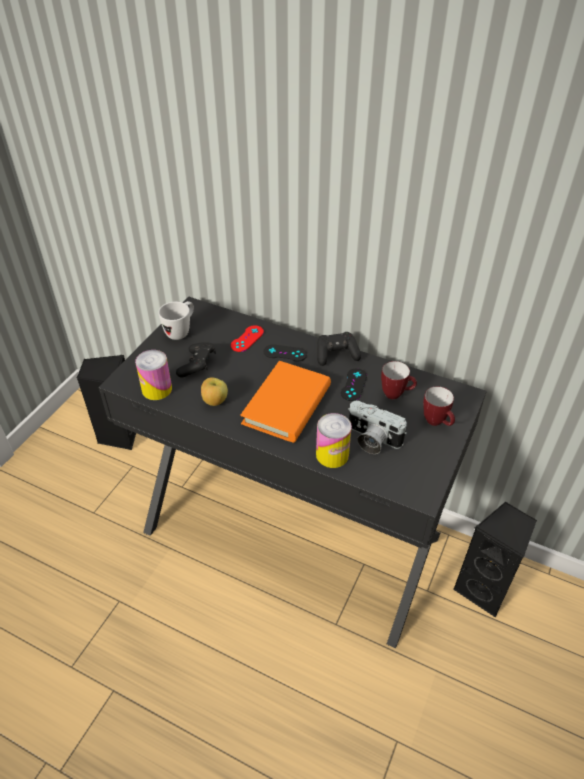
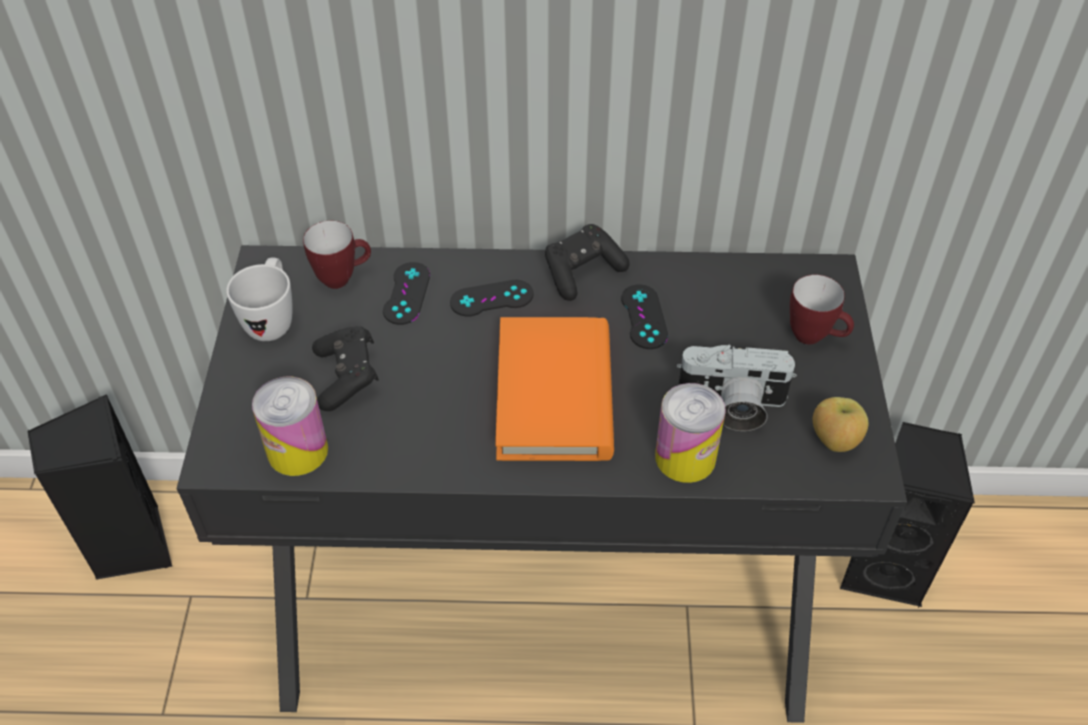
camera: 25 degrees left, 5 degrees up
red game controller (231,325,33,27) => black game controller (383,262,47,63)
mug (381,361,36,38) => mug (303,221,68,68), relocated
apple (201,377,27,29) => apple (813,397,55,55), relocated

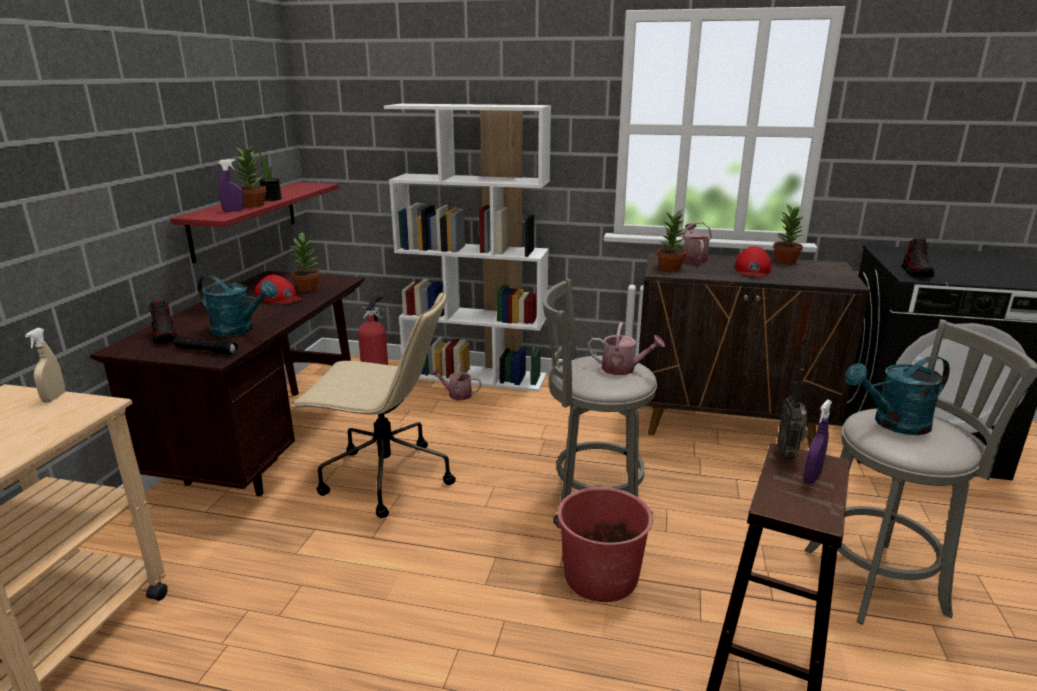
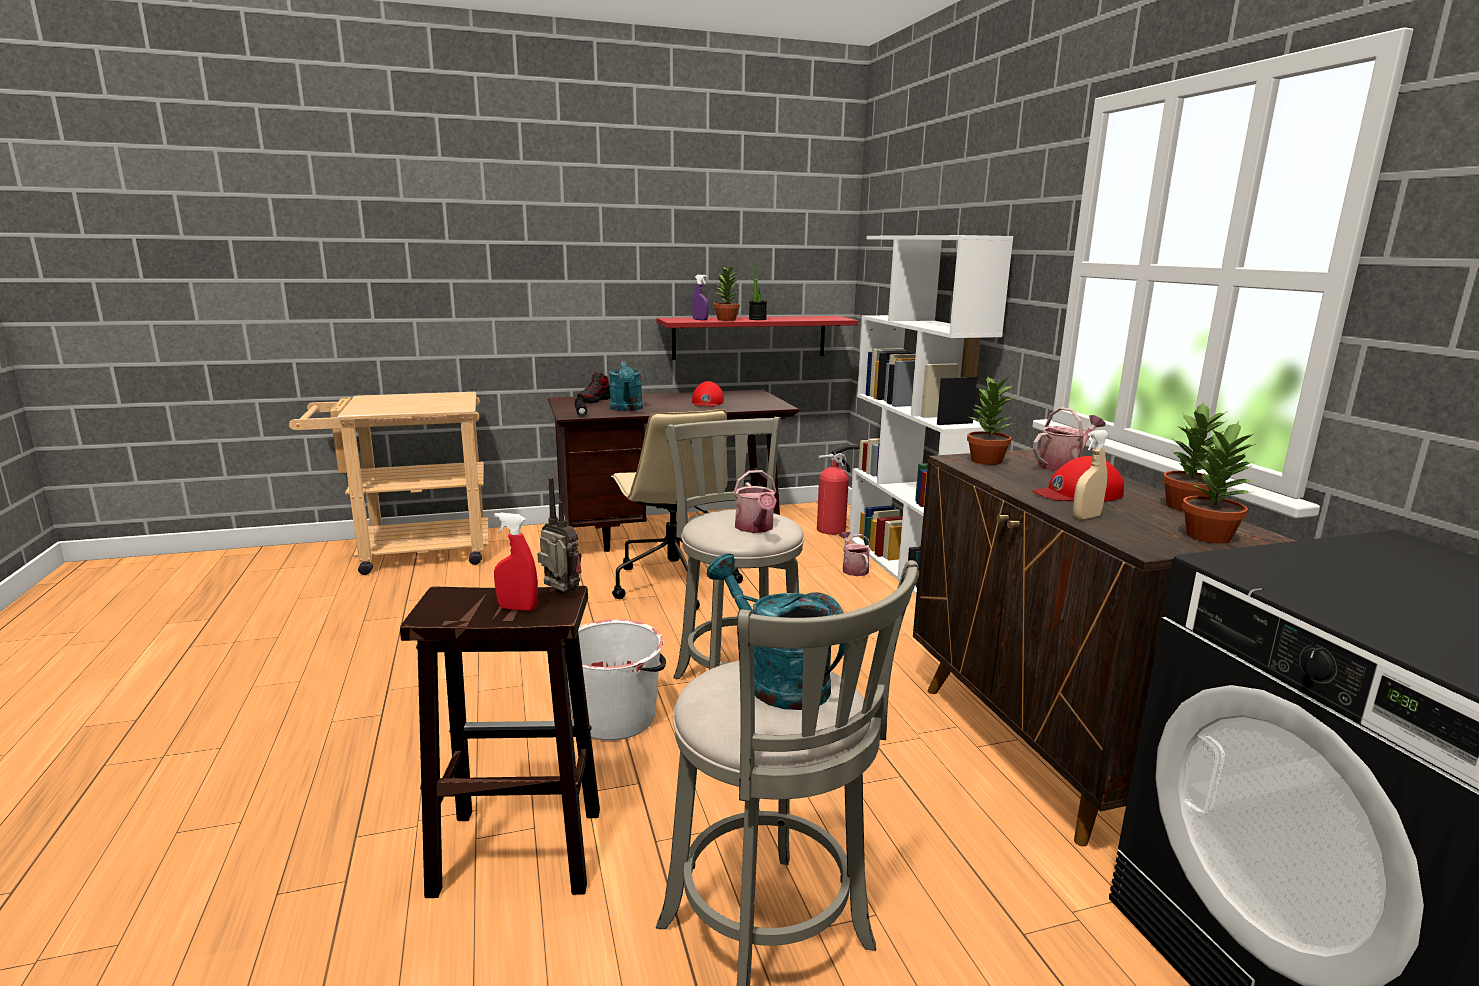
camera: 60 degrees right, 5 degrees down
potted plant (290,232,30,60) => potted plant (1182,421,74,123), relocated
shoe (902,238,32,40) => nothing
beige spray bottle (25,328,40,74) => beige spray bottle (1073,430,36,89), relocated
radio (777,368,32,91) => radio (537,477,45,117), 60 degrees clockwise
purple spray bottle (803,399,29,84) => red spray bottle (494,513,44,98)
red bucket (553,487,100,115) => white bucket (566,619,100,122)

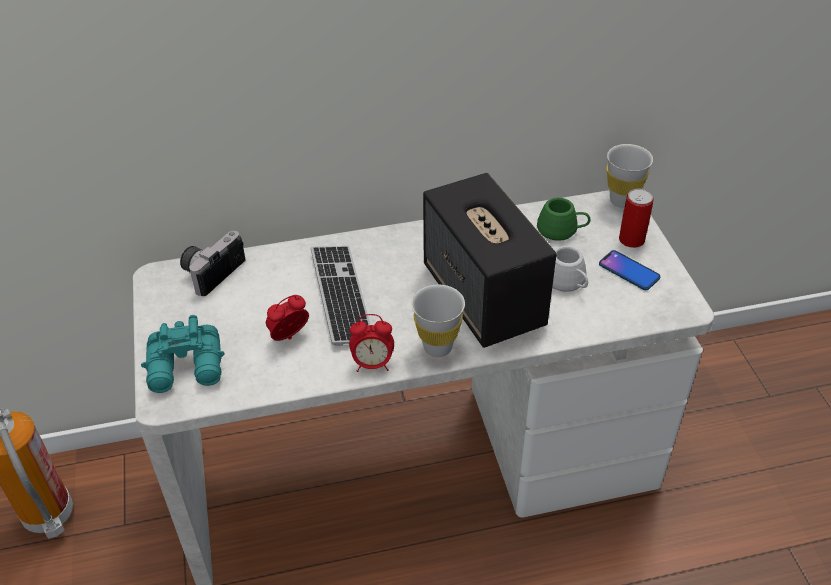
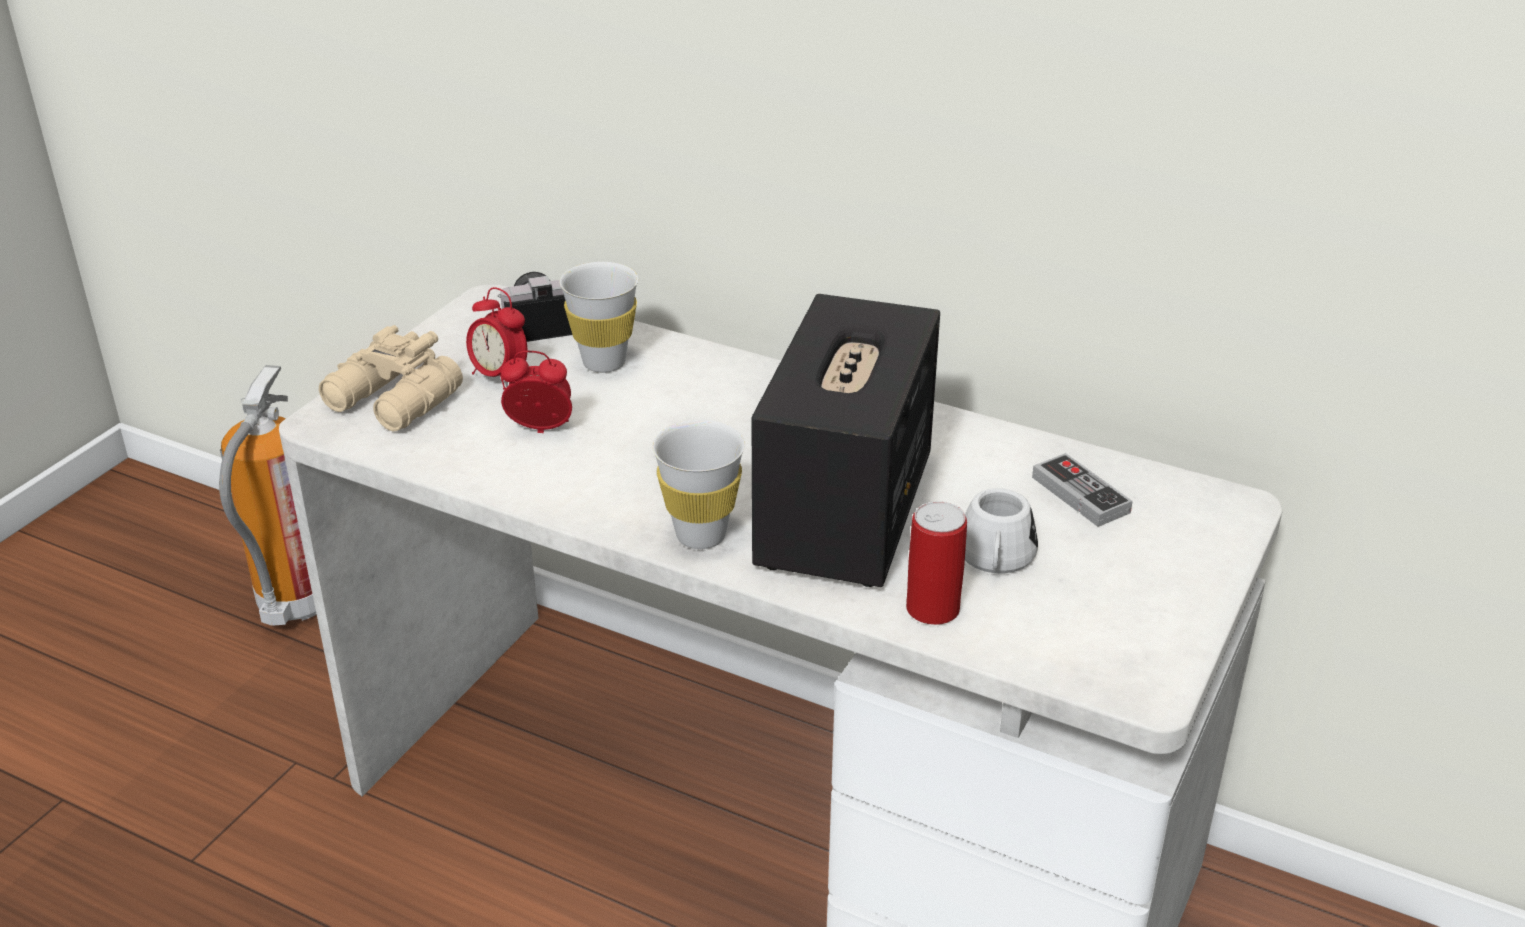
camera: 40 degrees right, 10 degrees down
white cup (607,144,46,64) => white cup (560,262,78,111), relocated
can (619,189,35,59) => can (906,501,61,124), relocated
green mug (537,198,53,43) => game controller (1032,453,101,74)
keyboard (311,246,59,100) => nothing
phone (599,250,62,40) => nothing
alarm clock (349,314,45,58) => alarm clock (466,287,61,102), relocated
turquoise binoculars (141,315,83,78) => beige binoculars (319,325,144,106)

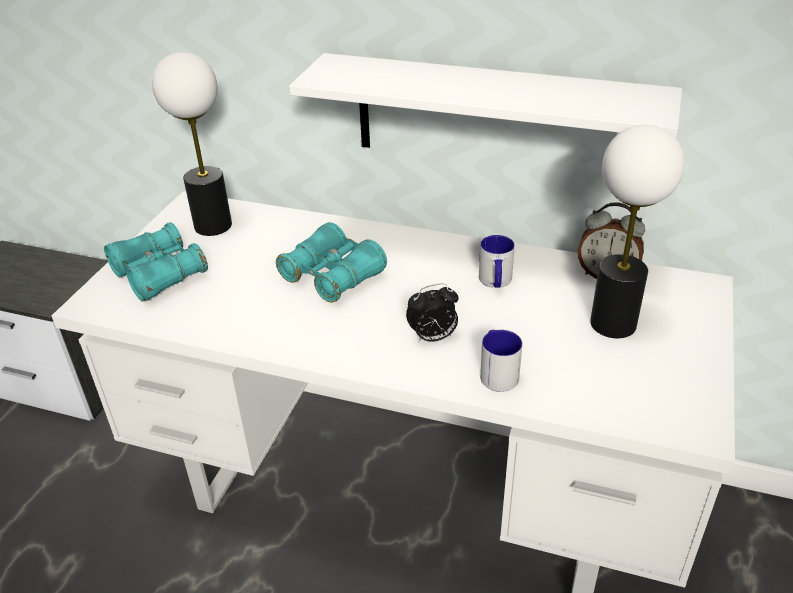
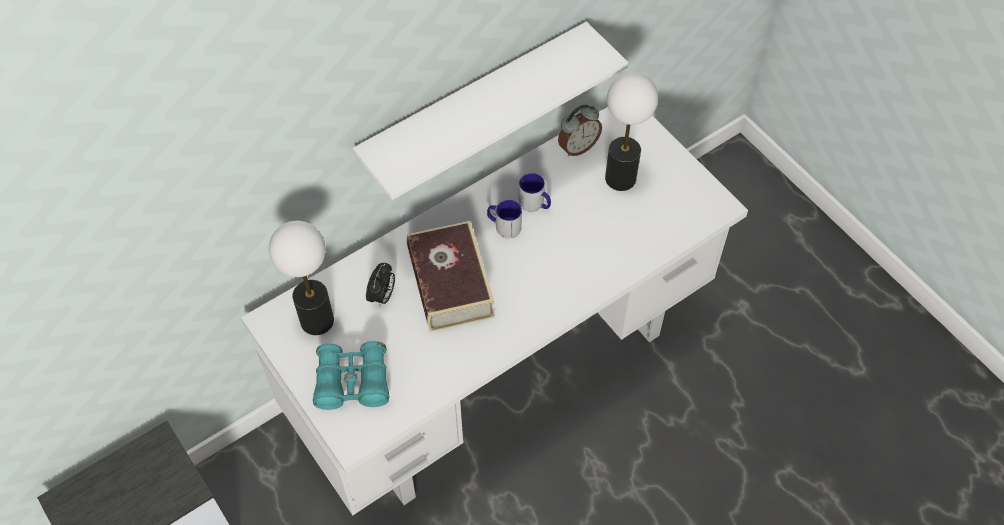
camera: 55 degrees left, 20 degrees up
turquoise binoculars (276,222,111,81) => book (407,221,88,111)
alarm clock (406,283,53,60) => alarm clock (366,263,29,44), relocated
mug (480,330,43,62) => mug (487,200,35,38), relocated

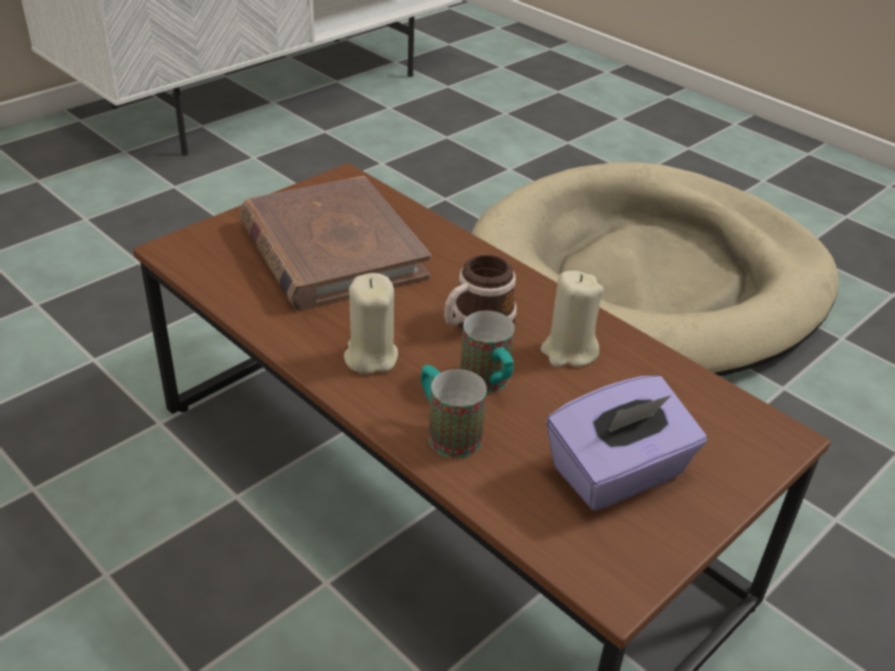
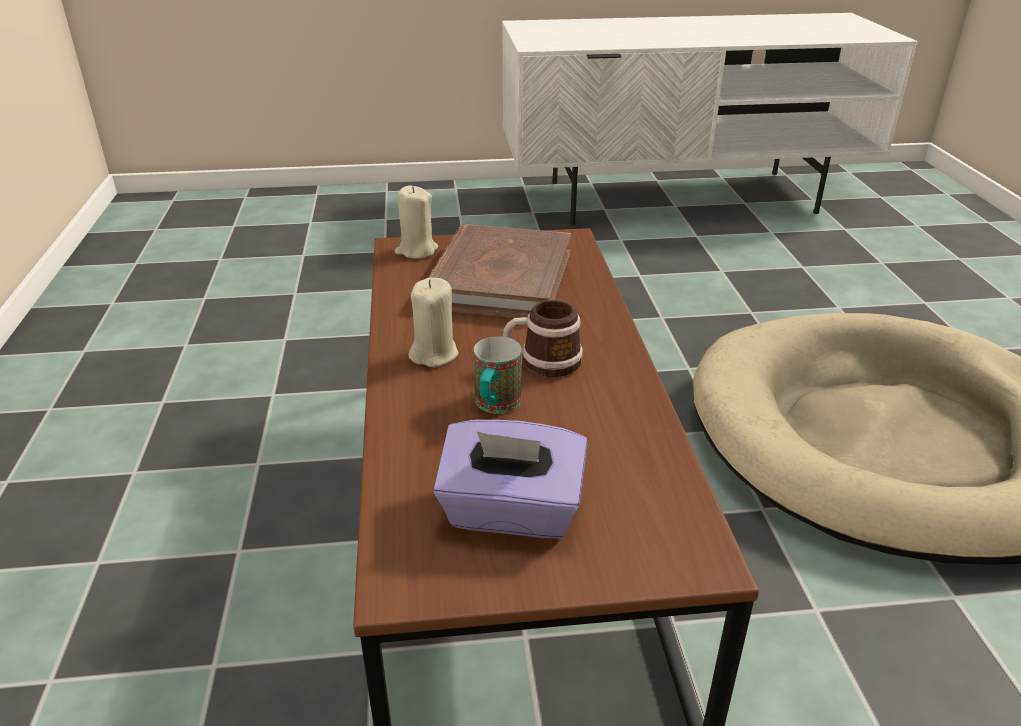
camera: 40 degrees right, 5 degrees down
beige candle (541,271,63,96) => beige candle (395,185,43,74), relocated
mug (421,365,66,93) => nothing

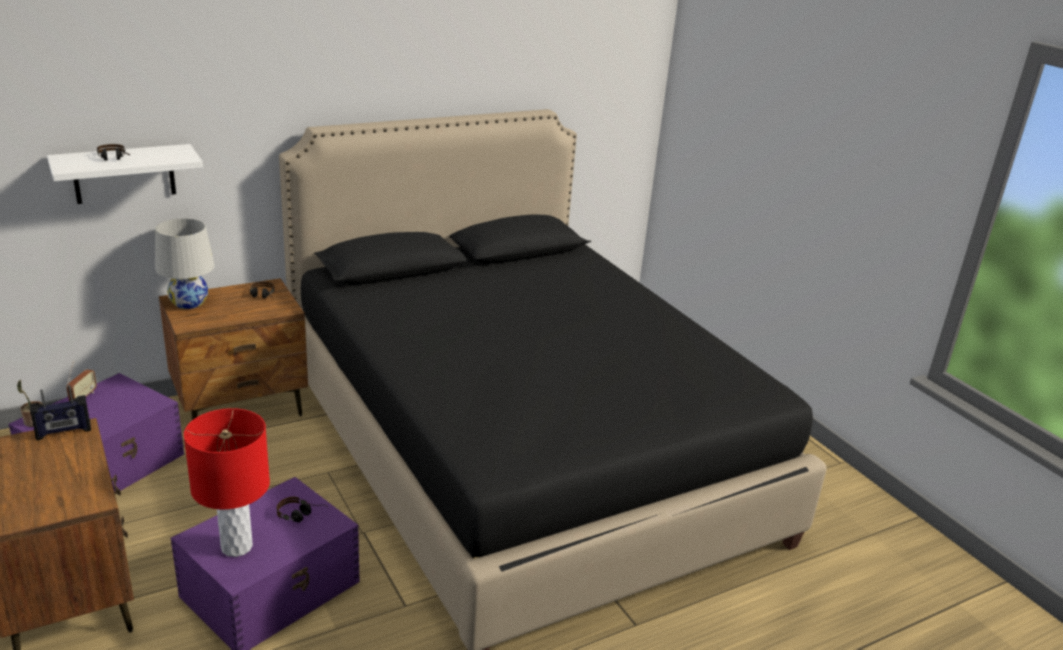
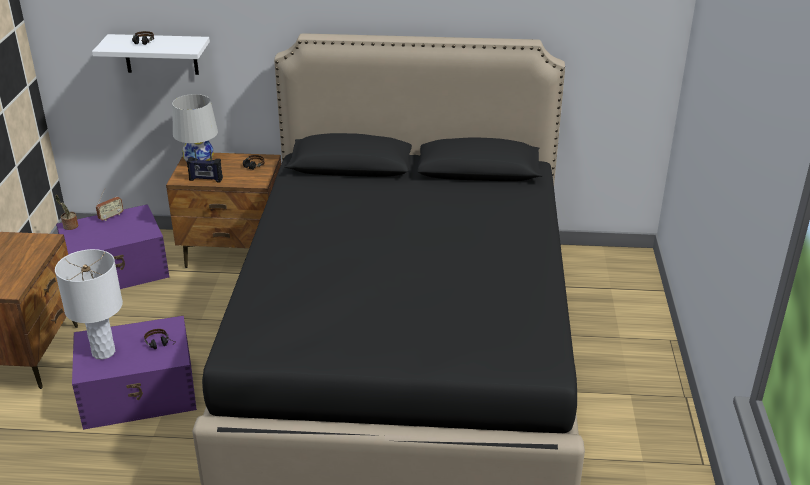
camera: 35 degrees right, 5 degrees up
radio (30,385,61,55) => radio (187,149,36,34), relocated
red table lamp (184,408,86,149) => white table lamp (55,249,68,111)

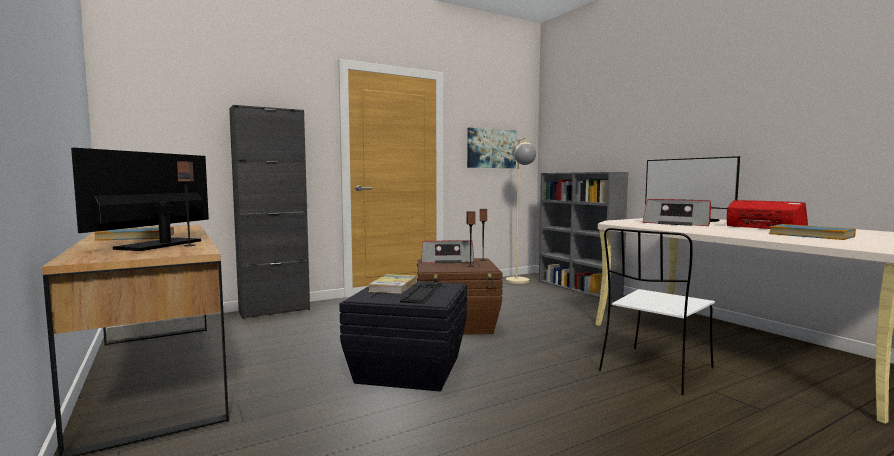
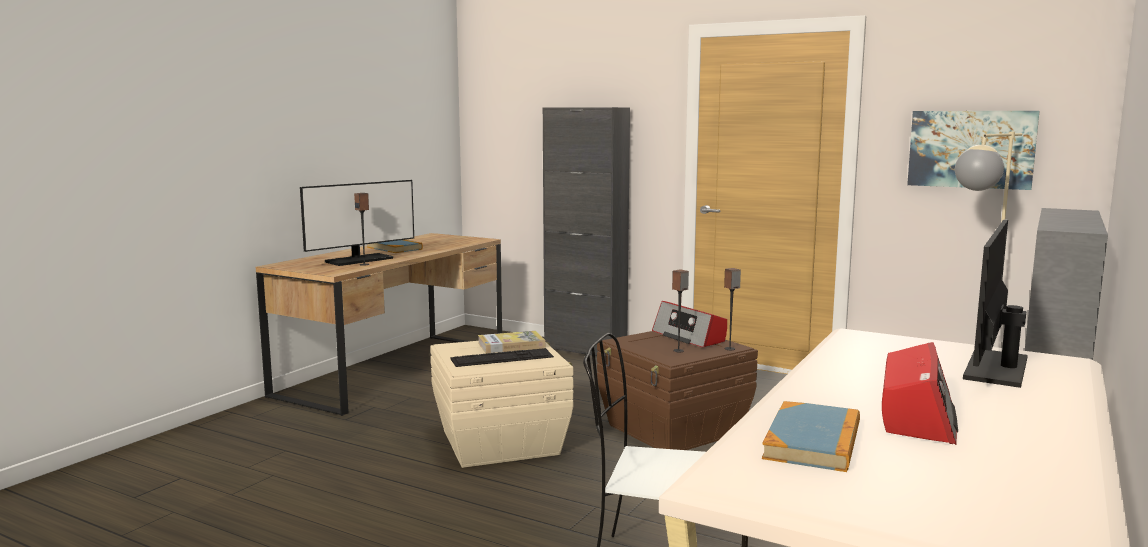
camera: 60 degrees right, 5 degrees up
monitor (71,148,138,103) => monitor (300,180,114,86), 150 degrees clockwise
radio (643,199,68,27) => nothing
black storage box (339,282,128,110) => beige storage box (430,341,143,127)

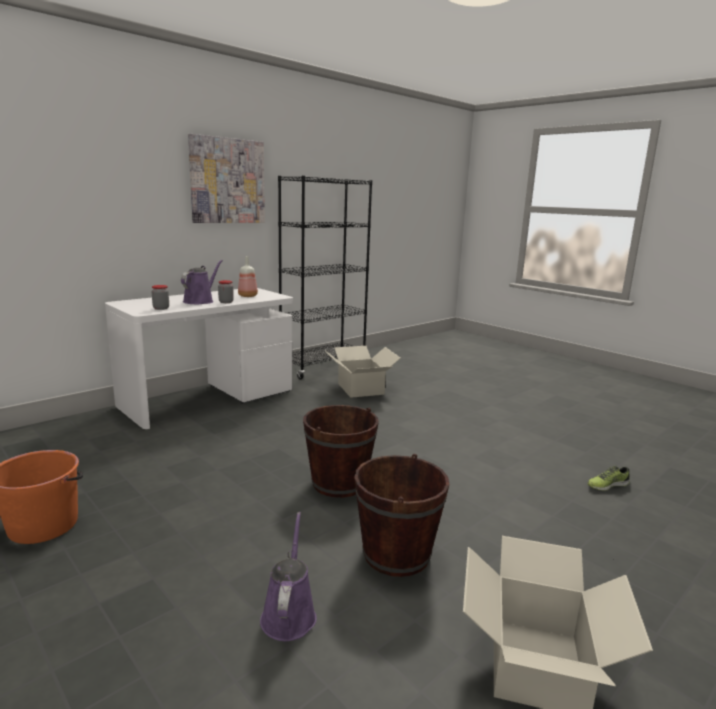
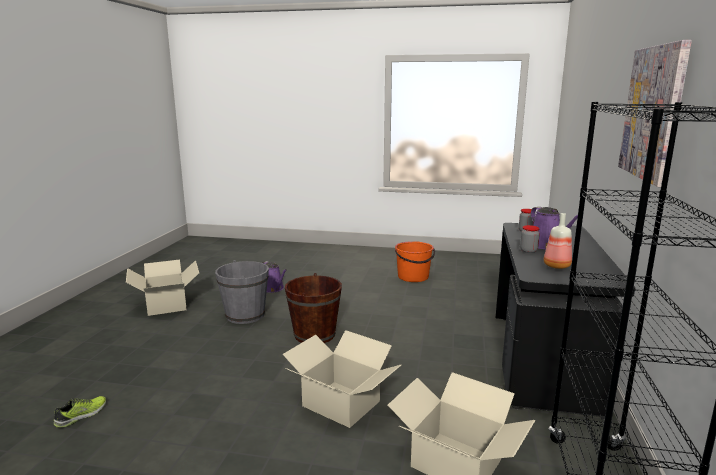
camera: 145 degrees right, 0 degrees up
white desk (105,288,188,141) => black desk (496,223,139,196)
brown bucket (354,454,95,123) => grey bucket (215,260,54,64)
nothing => cardboard box (283,330,118,98)

